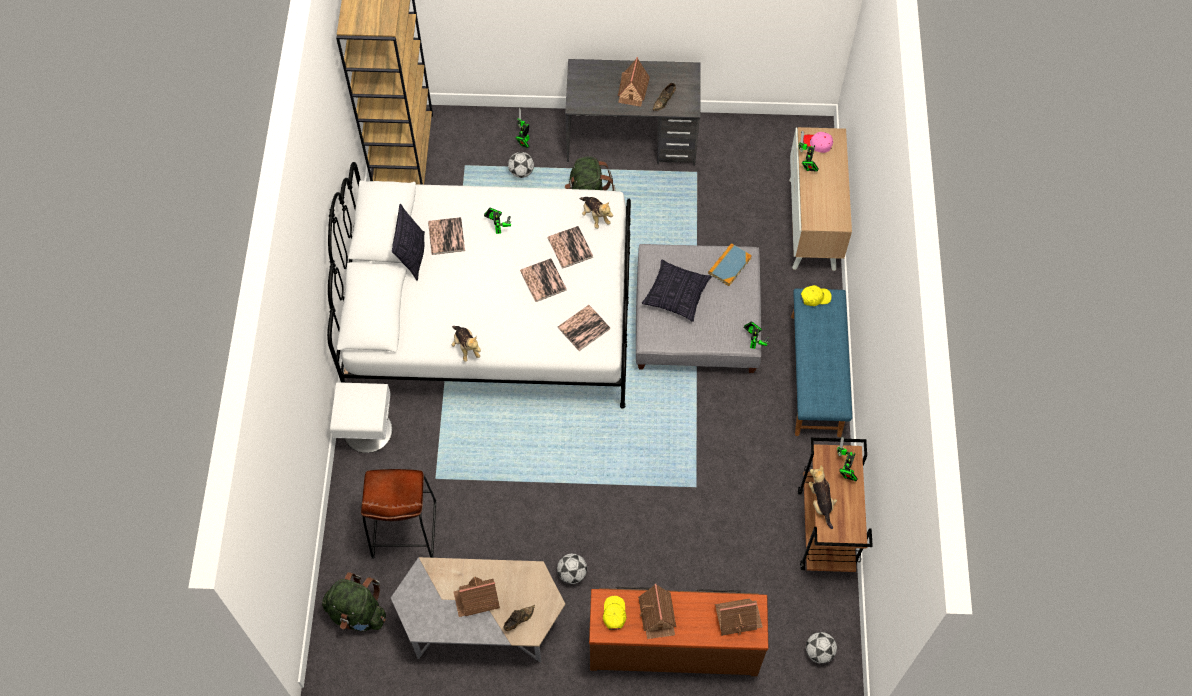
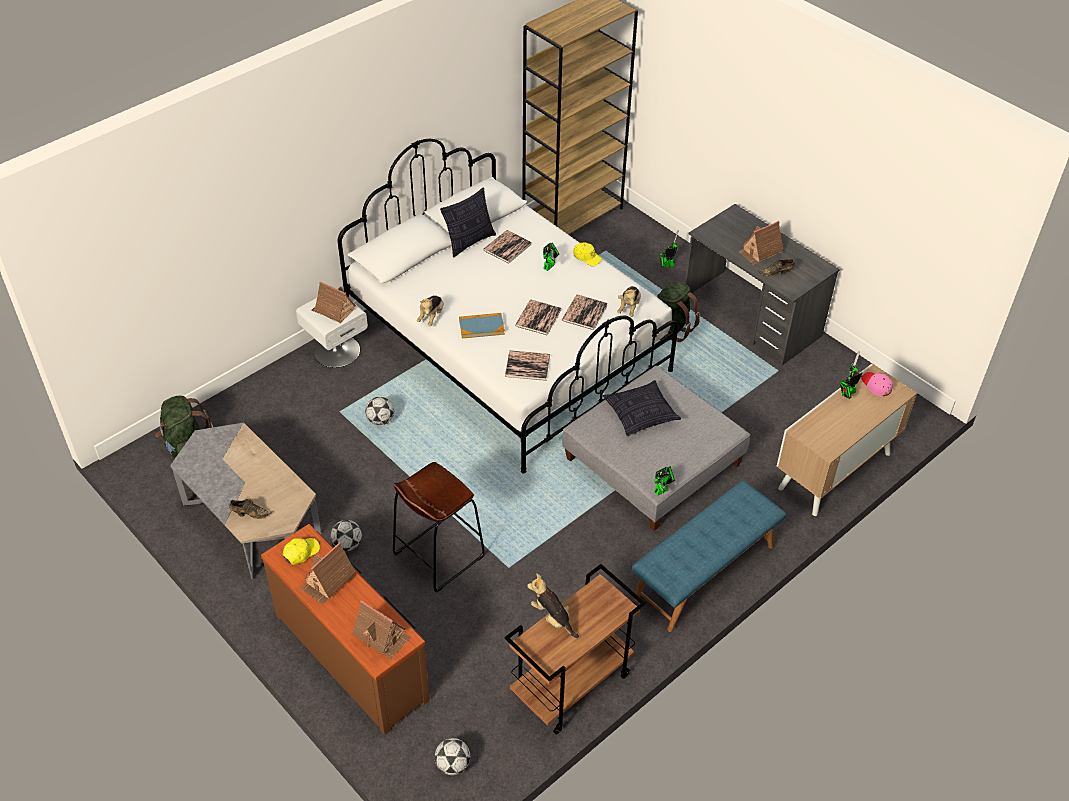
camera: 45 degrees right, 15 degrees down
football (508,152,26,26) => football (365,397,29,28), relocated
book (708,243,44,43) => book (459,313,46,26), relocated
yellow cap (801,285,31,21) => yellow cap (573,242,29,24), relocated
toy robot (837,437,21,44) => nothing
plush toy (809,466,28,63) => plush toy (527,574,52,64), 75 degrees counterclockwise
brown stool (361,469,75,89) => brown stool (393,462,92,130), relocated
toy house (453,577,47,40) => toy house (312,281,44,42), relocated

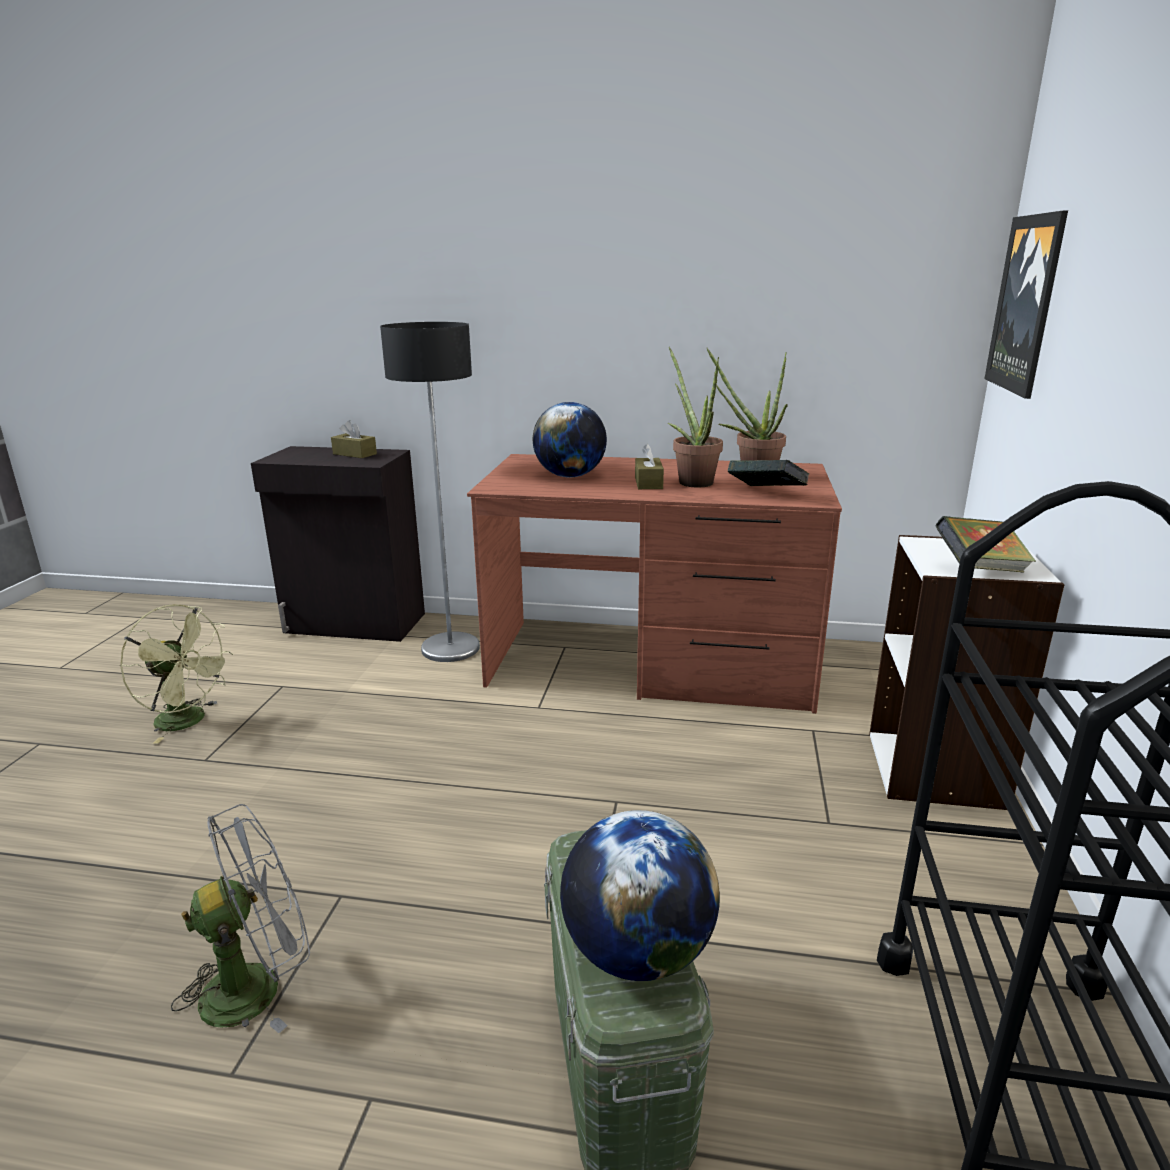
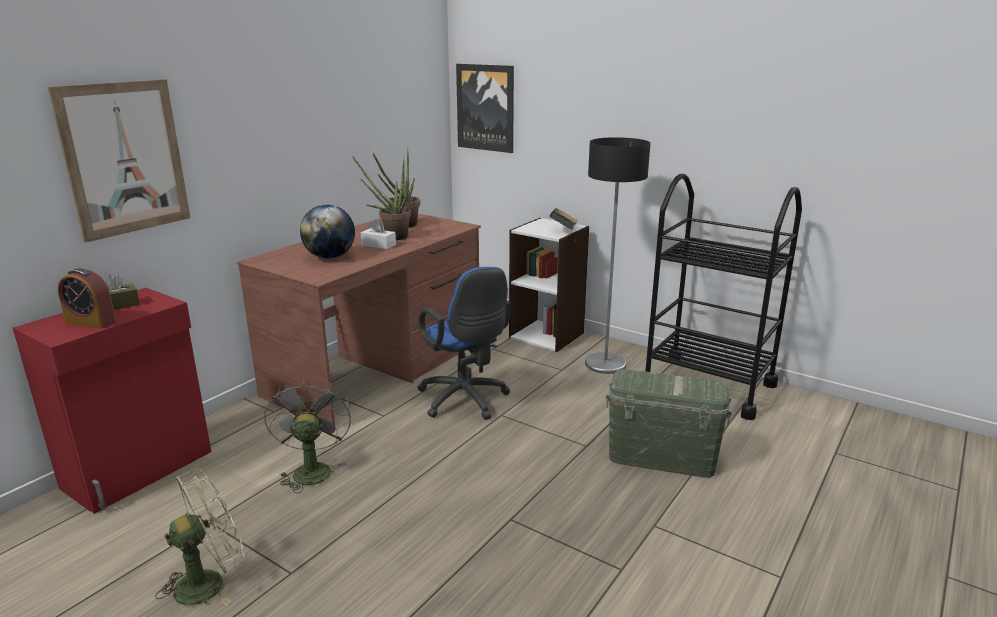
camera: 65 degrees left, 0 degrees up
floor lamp (380,322,100,340) => floor lamp (585,137,65,237), relocated
brown tissue box (635,444,29,45) => white tissue box (361,220,35,29)
black cabinet (251,446,174,196) => red cabinet (13,288,198,226)
book (728,460,81,26) => nothing
grey fan (171,804,139,229) => grey fan (264,377,87,116), relocated
globe (560,810,160,171) => nothing
nothing => picture (48,79,142,164)
nothing => blue office chair (417,267,94,153)
nothing => alarm clock (58,268,58,61)

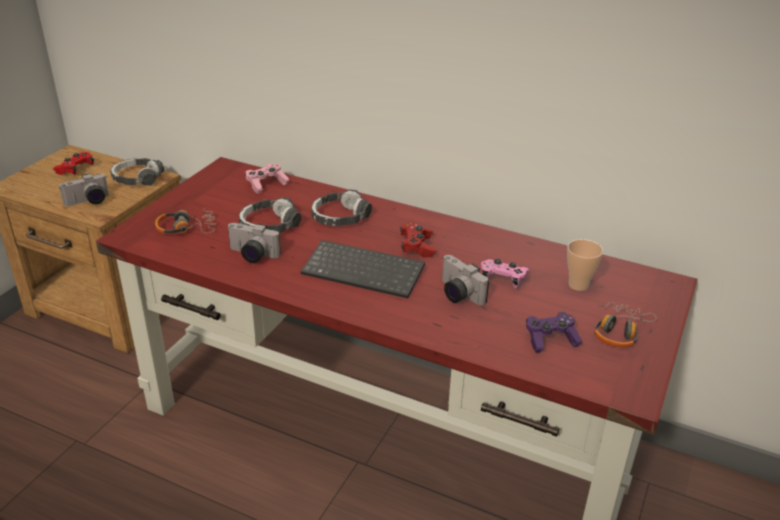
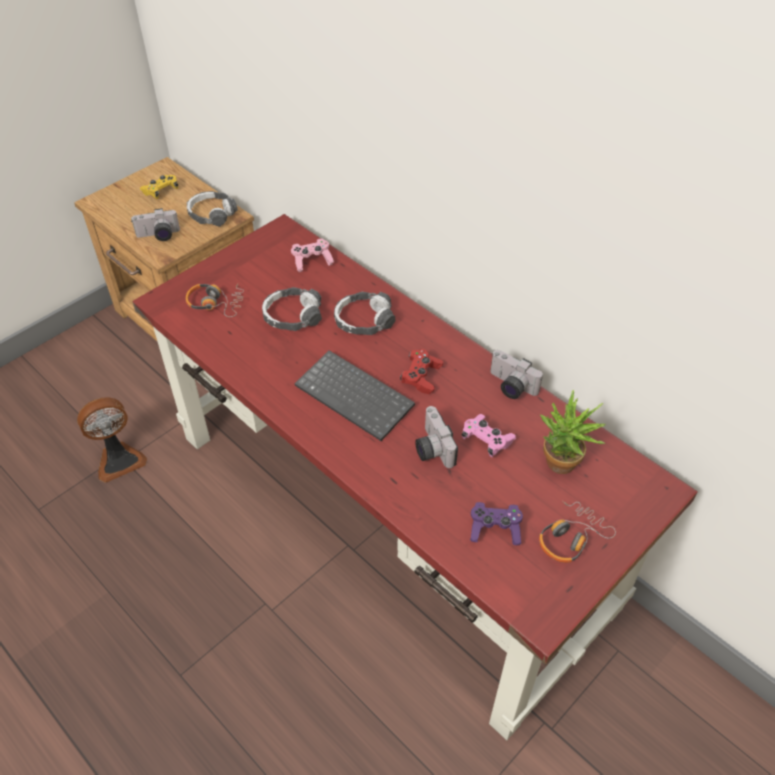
camera: 20 degrees right, 15 degrees up
red game controller (53,152,41,23) => yellow game controller (140,175,38,24)
photo camera (228,223,53,40) => photo camera (490,350,53,49), relocated
cup (567,239,36,52) => potted plant (540,390,66,84)
nothing => fan (77,398,70,85)

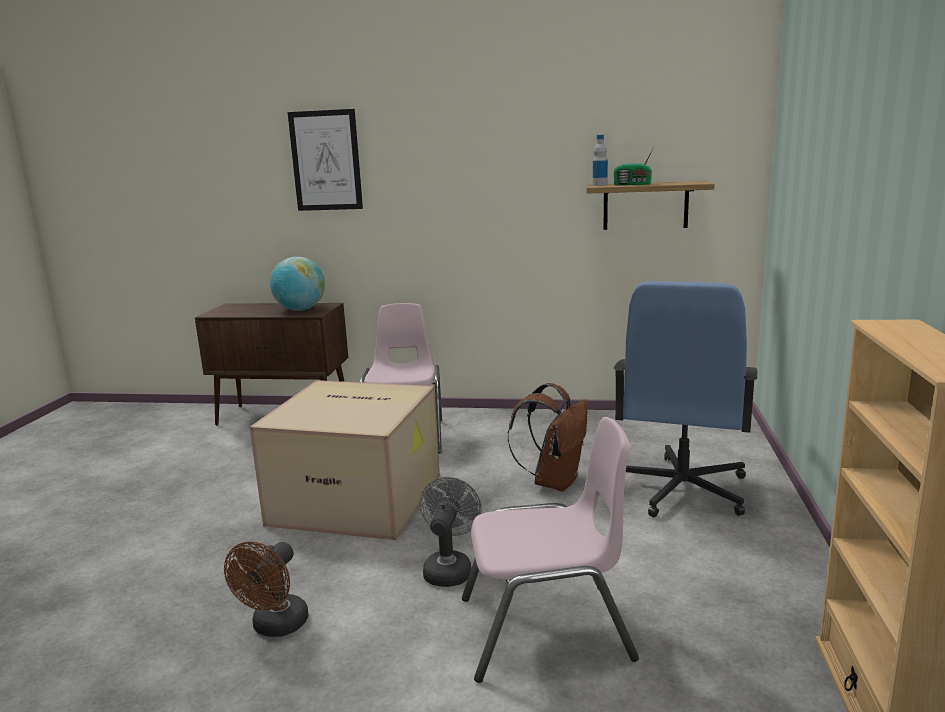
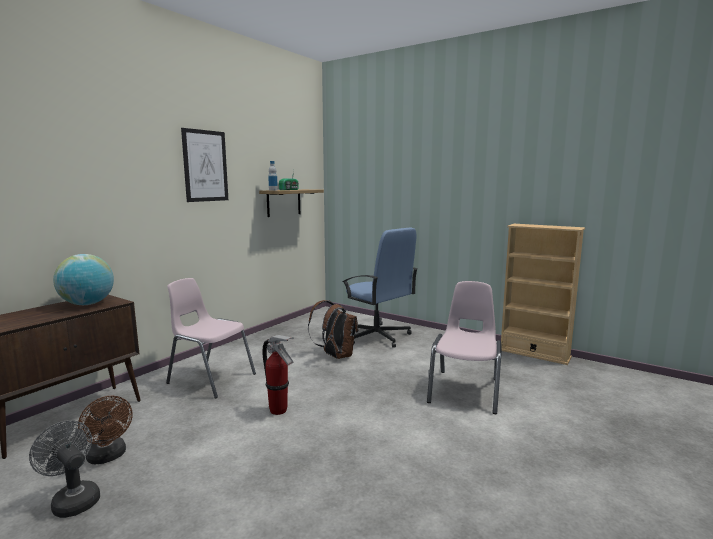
camera: 65 degrees left, 5 degrees down
picture (288,109,75,102) => picture (181,128,47,74), relocated
cardboard box (249,380,191,160) => fire extinguisher (262,335,32,80)
grey fan (420,477,62,110) => grey fan (29,420,71,98), relocated
brown fan (224,541,84,96) => brown fan (78,396,55,68), relocated

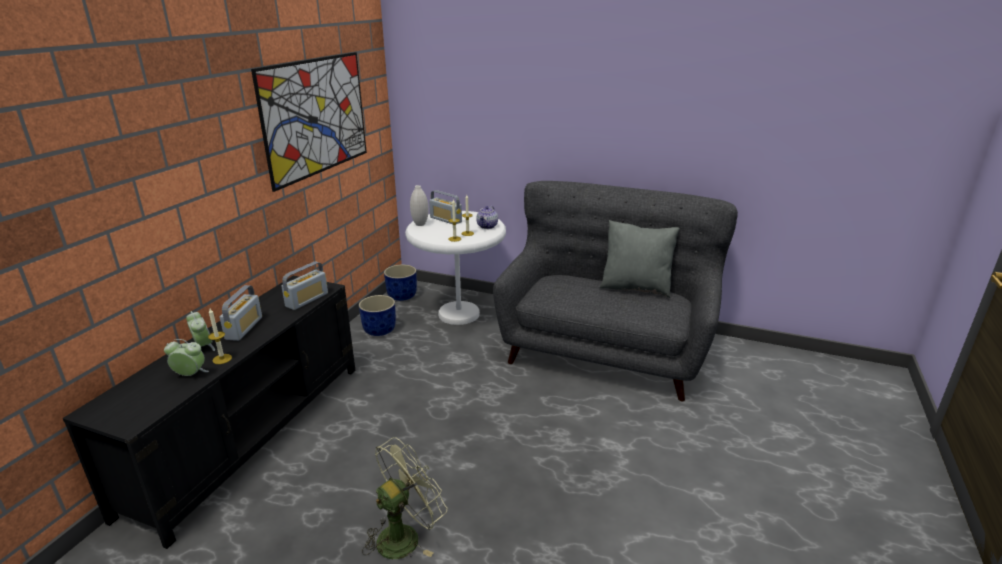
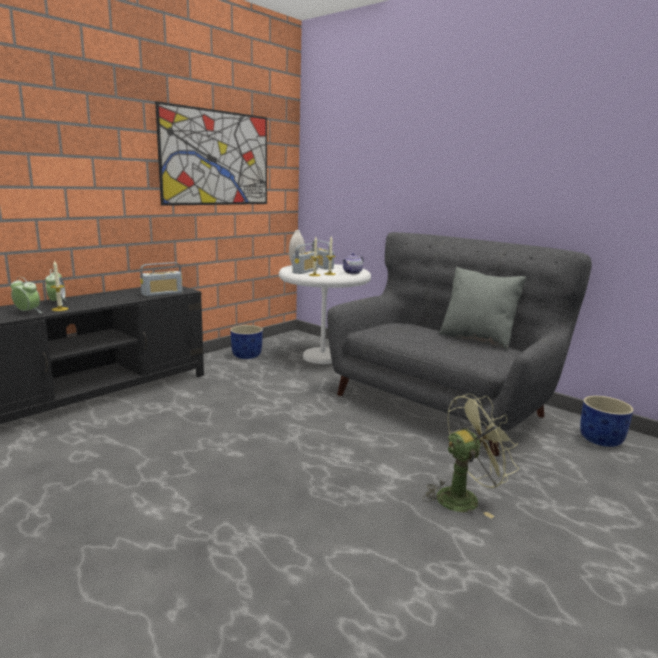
camera: 20 degrees right, 10 degrees down
blue planter (384,265,33,36) => blue planter (580,396,54,51), relocated
radio (220,285,42,56) => radio (292,243,26,31), relocated
green fan (362,437,85,122) => green fan (423,393,96,125), relocated

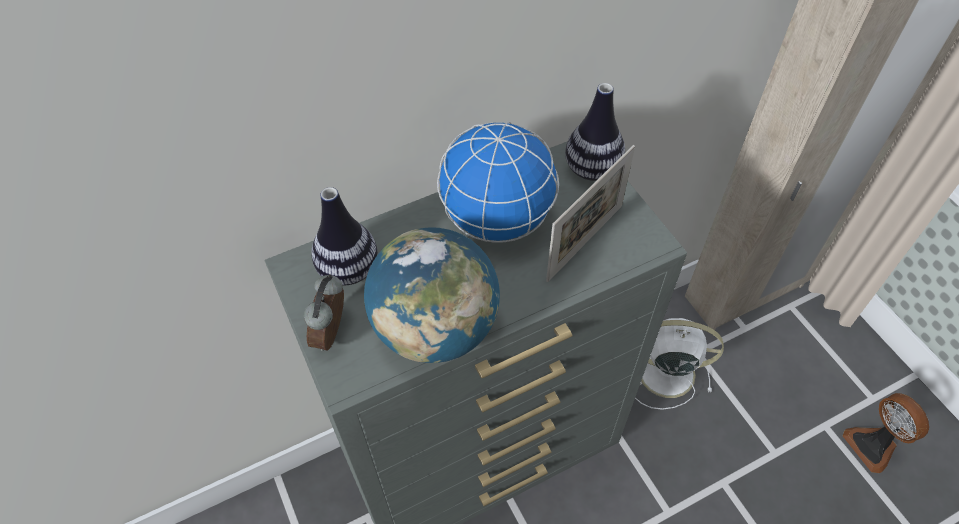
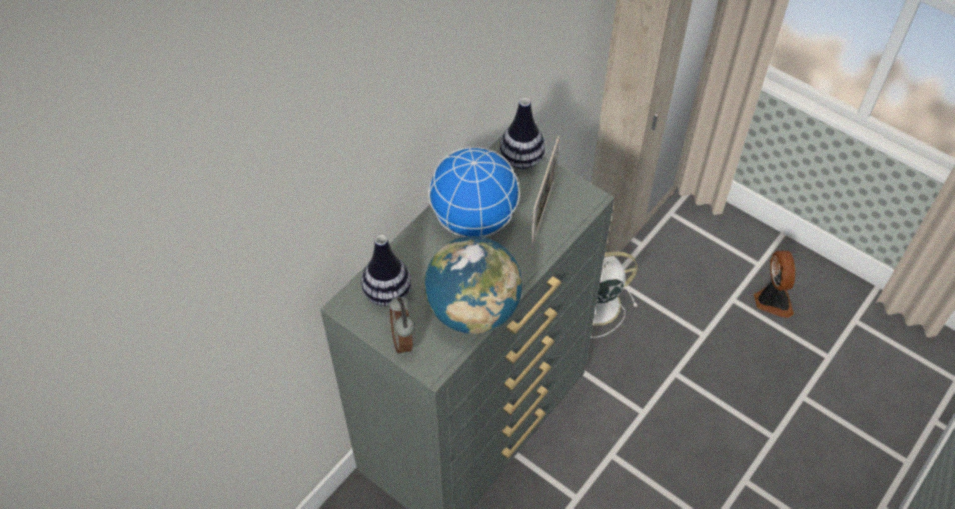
camera: 25 degrees left, 0 degrees up
fan (843,393,86,80) => fan (754,251,41,67), 135 degrees counterclockwise

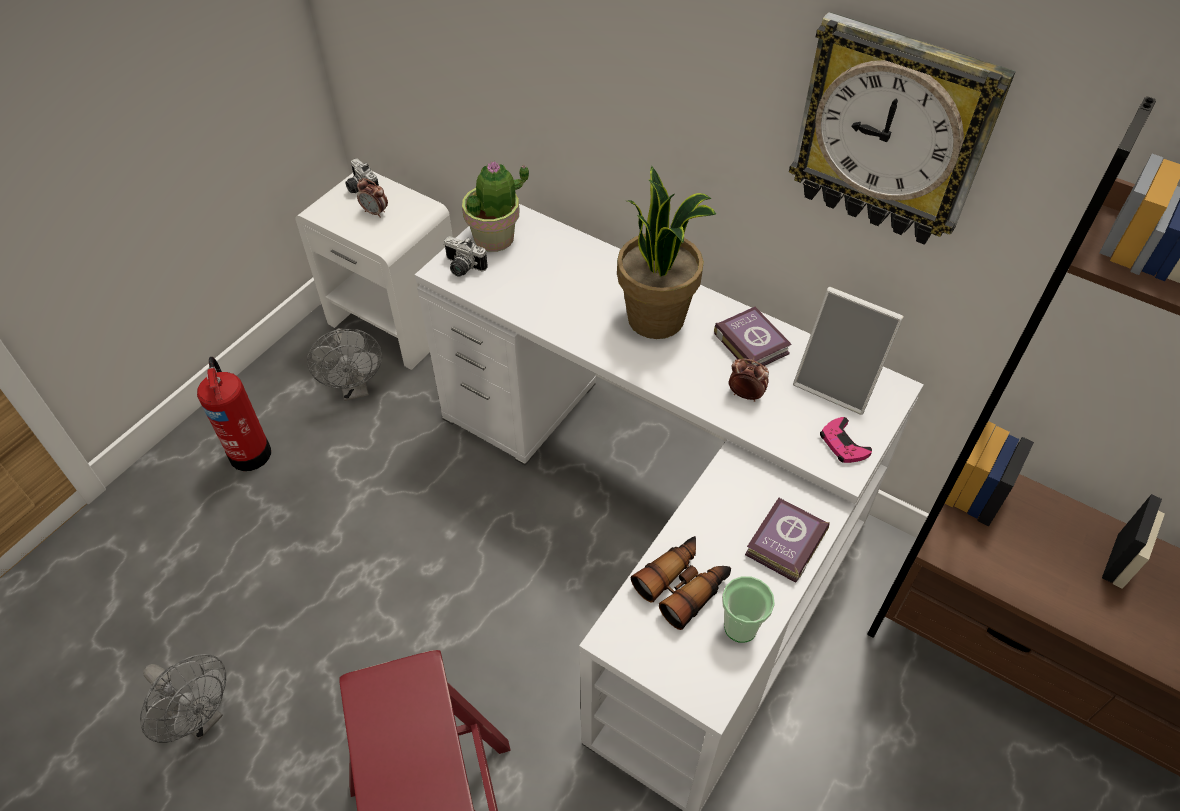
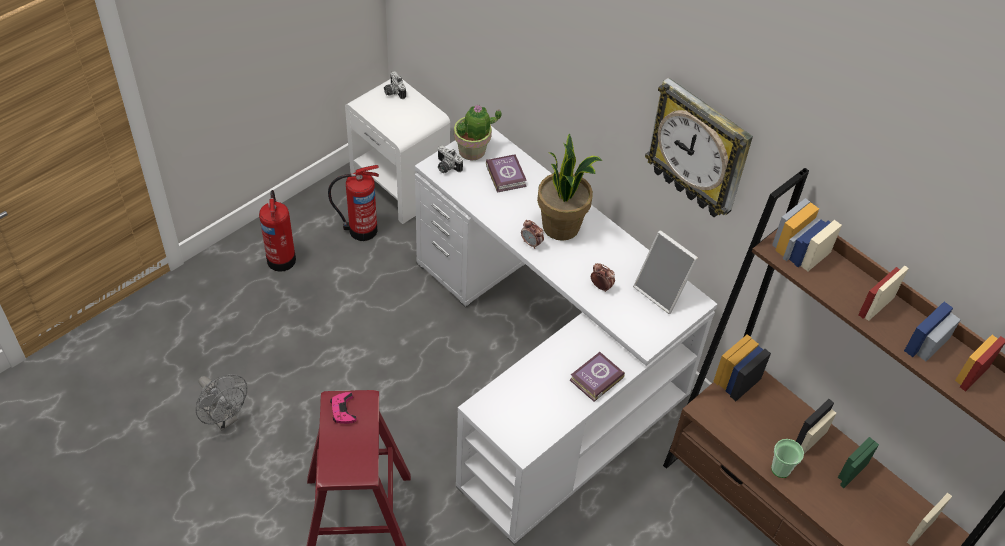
camera: 10 degrees right, 0 degrees up
alarm clock (357,178,31,40) => alarm clock (521,220,23,29), relocated
book (714,307,78,59) => book (486,154,41,39), relocated
grey fan (307,328,75,73) => fire extinguisher (328,165,51,76)
pink game controller (820,417,52,46) => pink game controller (330,392,27,32), relocated
binoculars (631,536,100,94) => nothing
cup (722,576,53,67) => cup (771,439,33,39), relocated

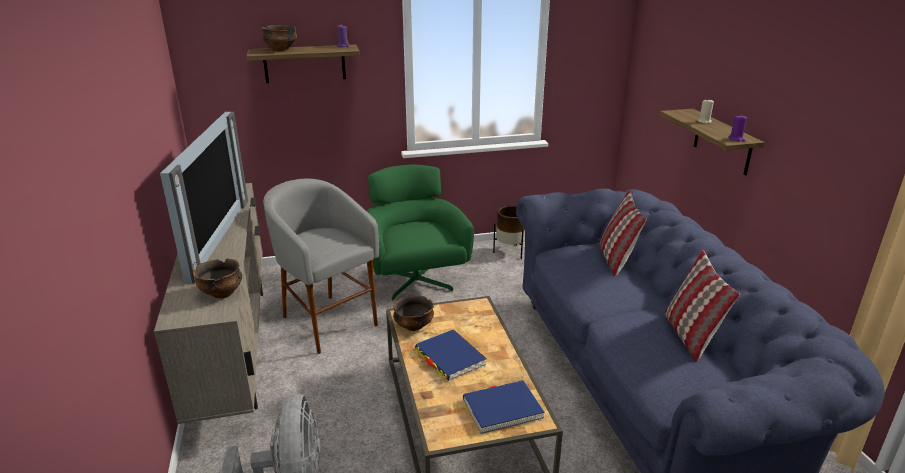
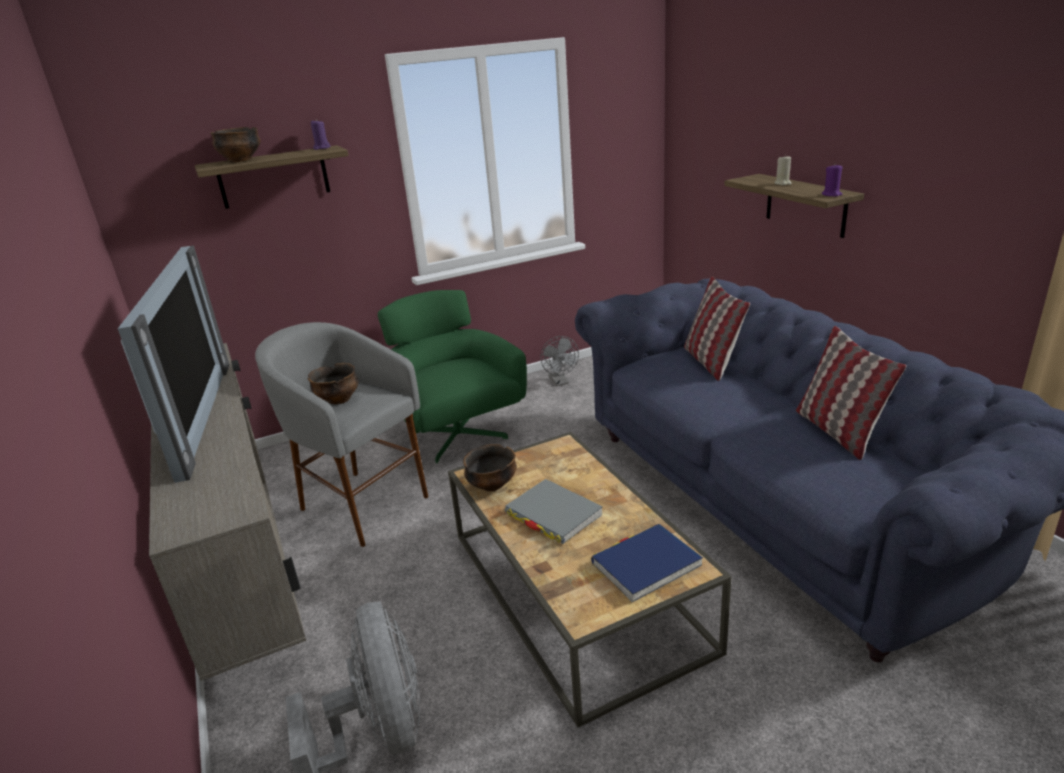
camera: 10 degrees left, 0 degrees up
brown planter (493,205,32,54) => grey fan (541,336,38,50)
bowl (193,259,49,39) => bowl (307,363,52,41), relocated
blue book (415,329,72,52) => grey book (505,479,98,65)

